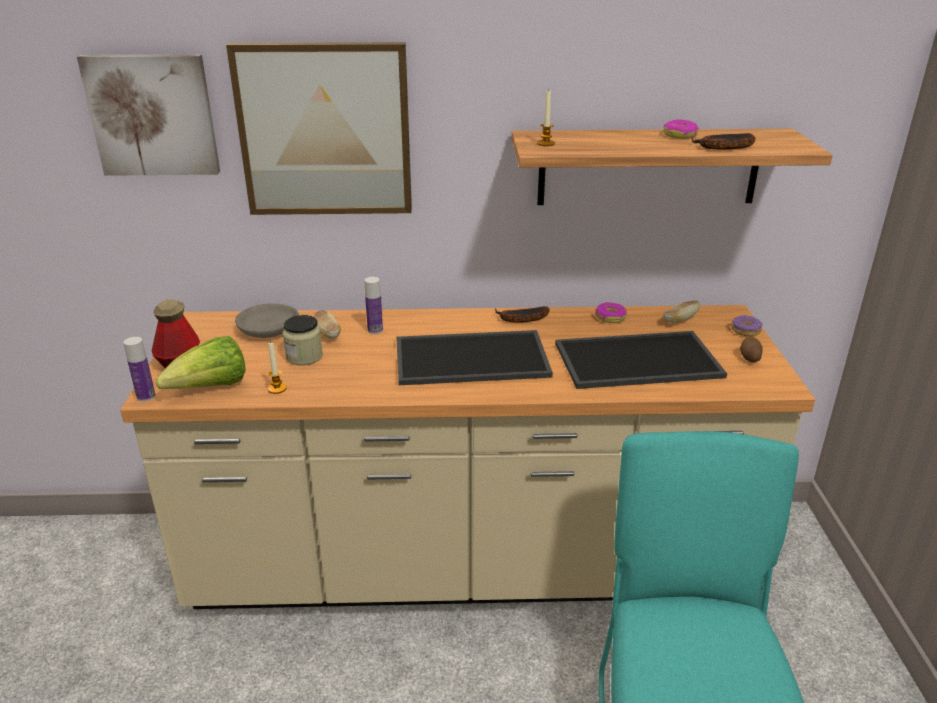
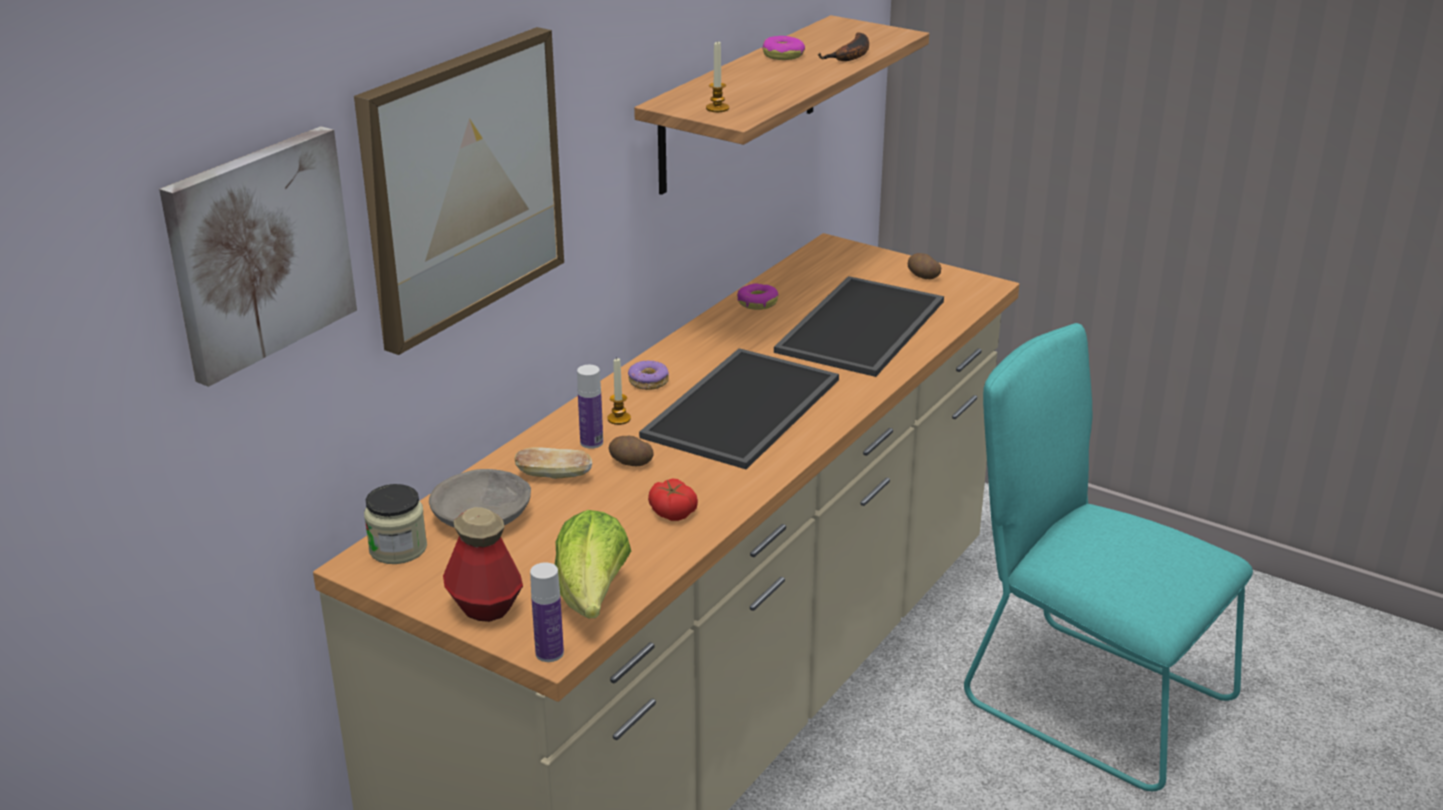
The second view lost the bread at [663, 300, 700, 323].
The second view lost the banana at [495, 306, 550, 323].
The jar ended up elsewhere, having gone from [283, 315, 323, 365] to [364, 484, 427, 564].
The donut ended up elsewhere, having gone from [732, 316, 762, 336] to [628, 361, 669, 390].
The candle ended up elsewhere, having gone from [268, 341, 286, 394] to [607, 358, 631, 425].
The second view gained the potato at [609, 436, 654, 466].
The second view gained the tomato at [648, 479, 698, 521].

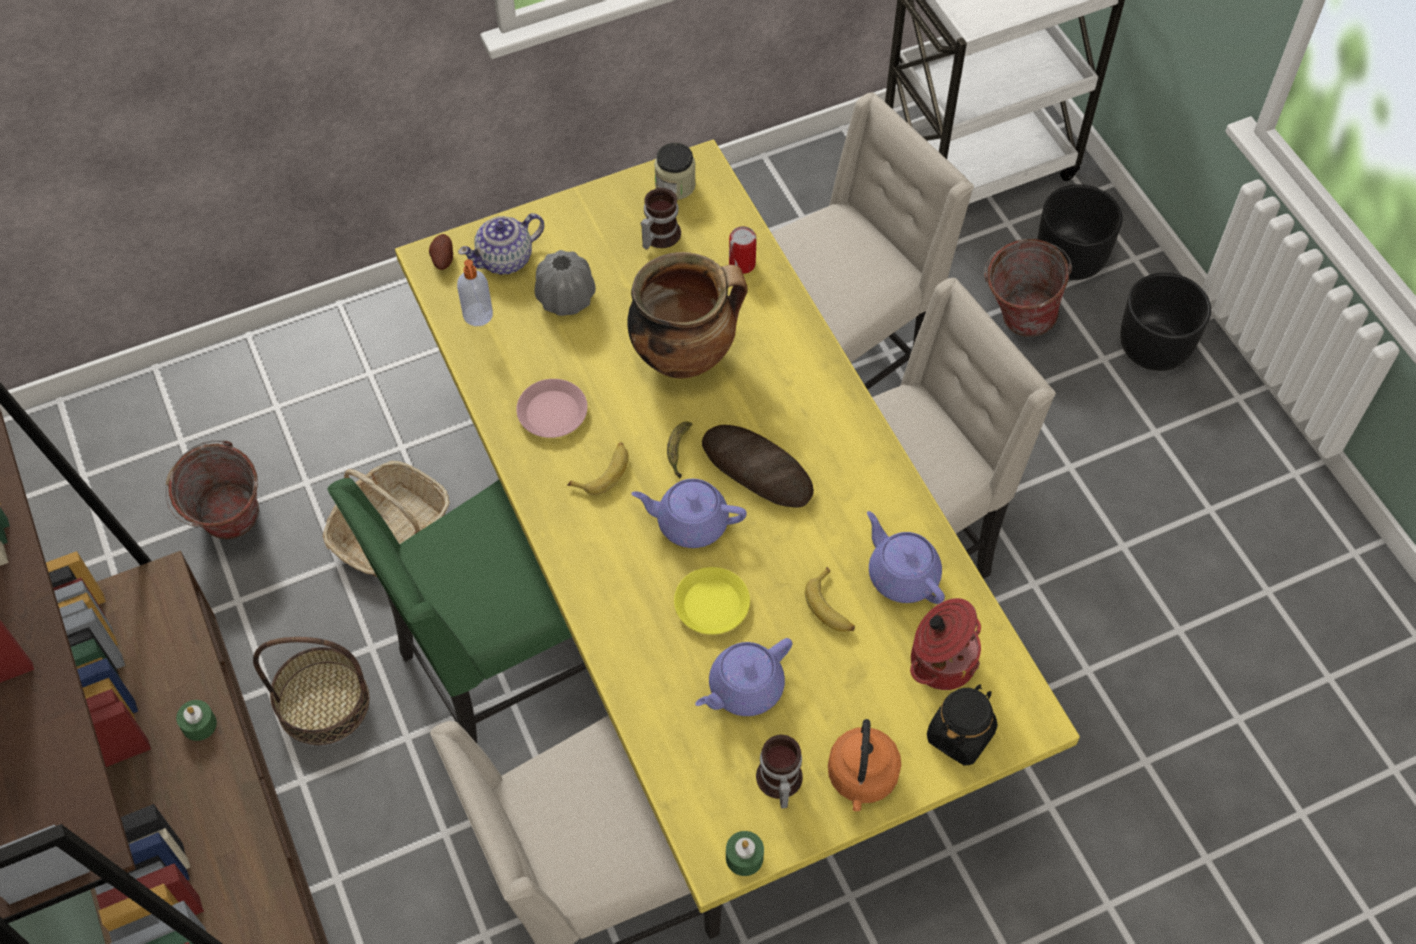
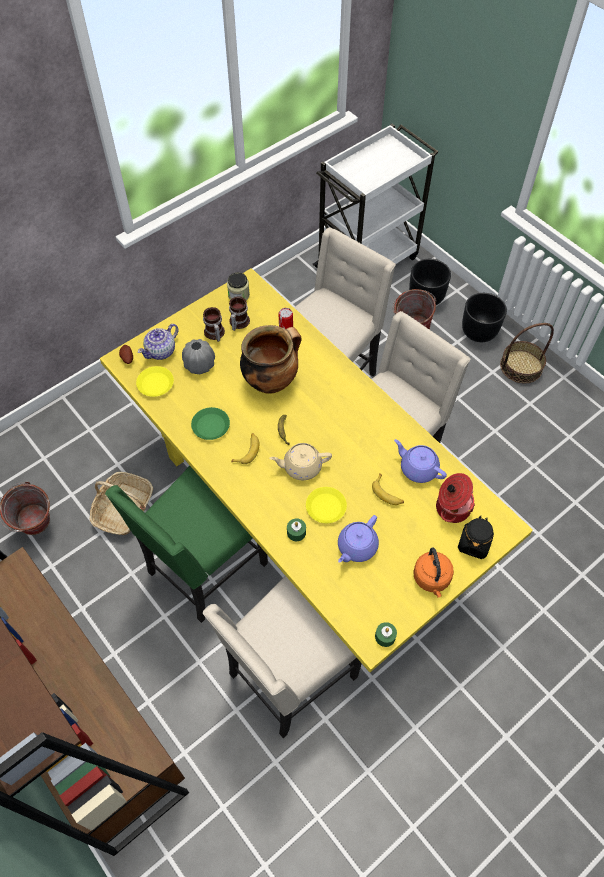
Where the soap dispenser stood at [457, 259, 493, 326], the yellow plate came to stand at [136, 366, 174, 397].
What was the pink plate at [516, 379, 588, 438] turned into the green plate at [191, 407, 230, 440].
The second view lost the bread at [702, 425, 814, 508].
What was the purple teapot at [631, 479, 747, 548] turned into the beige teapot at [269, 443, 332, 480].
The basket ended up elsewhere, having gone from [253, 637, 369, 745] to [500, 323, 554, 383].
The green candle ended up elsewhere, having gone from [176, 700, 217, 741] to [287, 518, 306, 541].
The mug ended up elsewhere, having gone from [756, 735, 803, 809] to [203, 307, 225, 342].

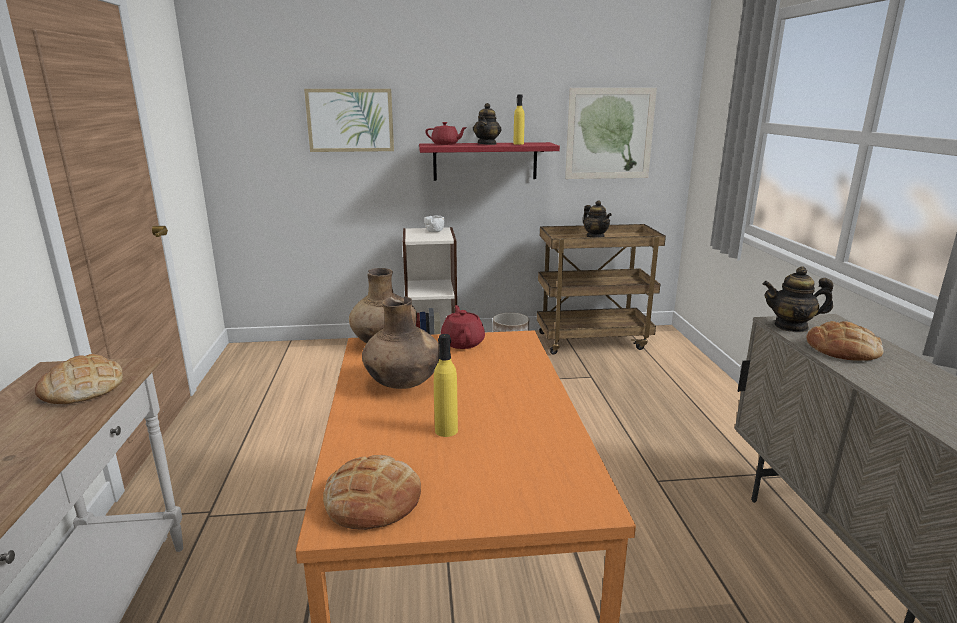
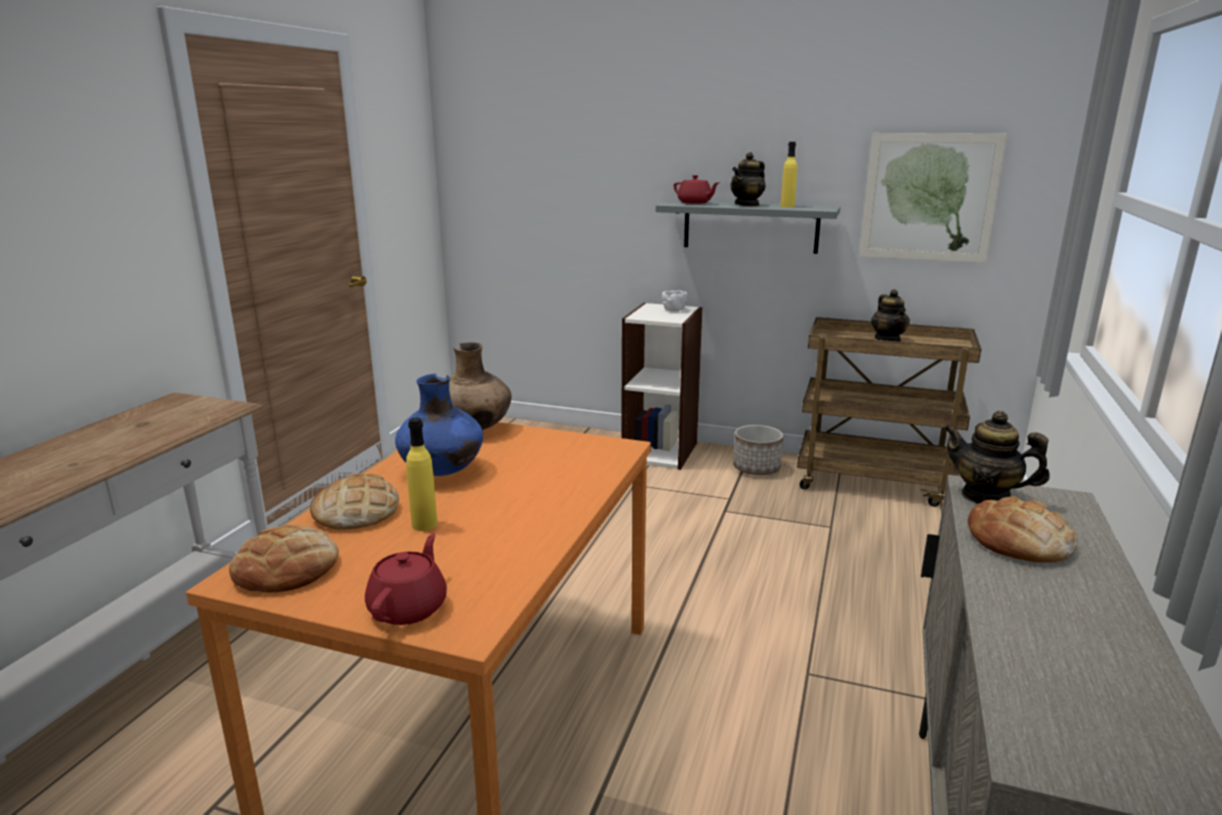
The second view lost the picture at [304, 89, 394, 152].
What was the red shelf at [419, 142, 560, 181] turned into the grey shelf at [656, 200, 841, 254].
What was the brown vase at [362, 296, 439, 389] turned into the blue vase at [395, 374, 483, 476].
The red teapot ended up elsewhere, having gone from [441, 305, 485, 349] to [365, 533, 447, 625].
The bread ended up elsewhere, having gone from [35, 354, 123, 404] to [310, 473, 399, 530].

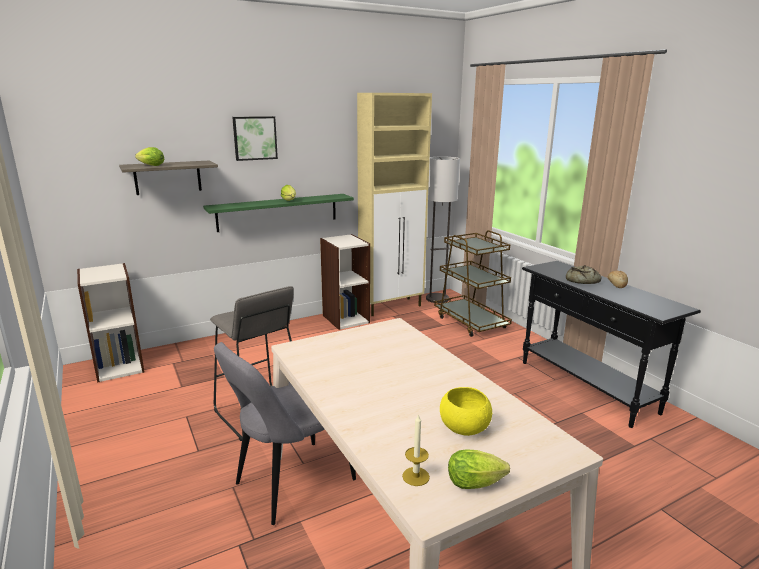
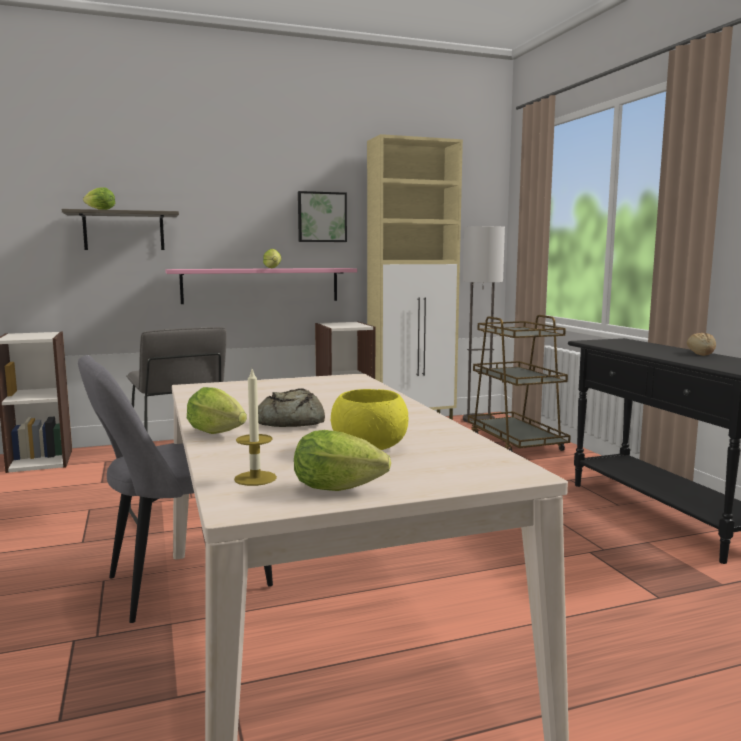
The picture ended up elsewhere, having gone from [232, 116, 278, 161] to [298, 191, 347, 242].
What was the green shelf at [203, 194, 354, 232] turned into the pink shelf at [165, 268, 357, 304].
The bread ended up elsewhere, having gone from [566, 265, 602, 284] to [258, 388, 325, 427].
The second view gained the lettuce at [187, 387, 247, 434].

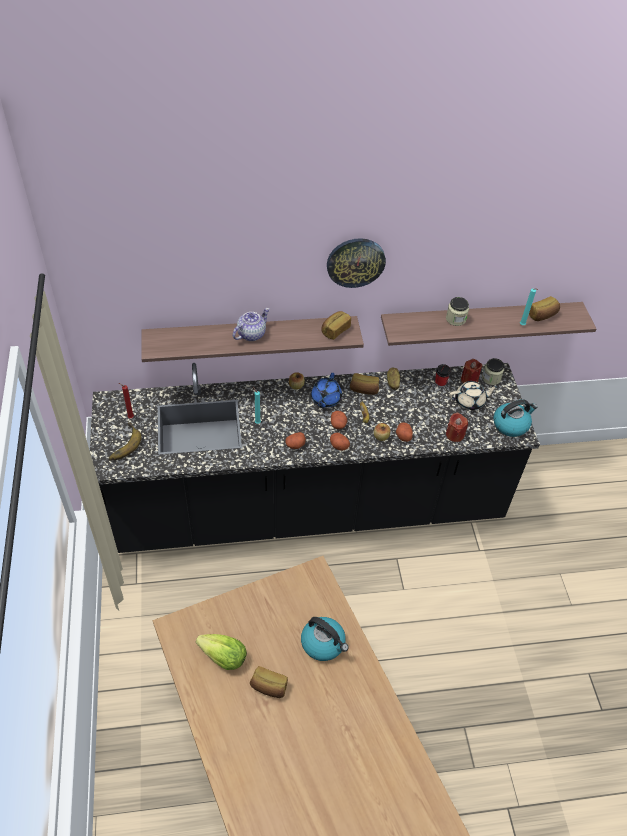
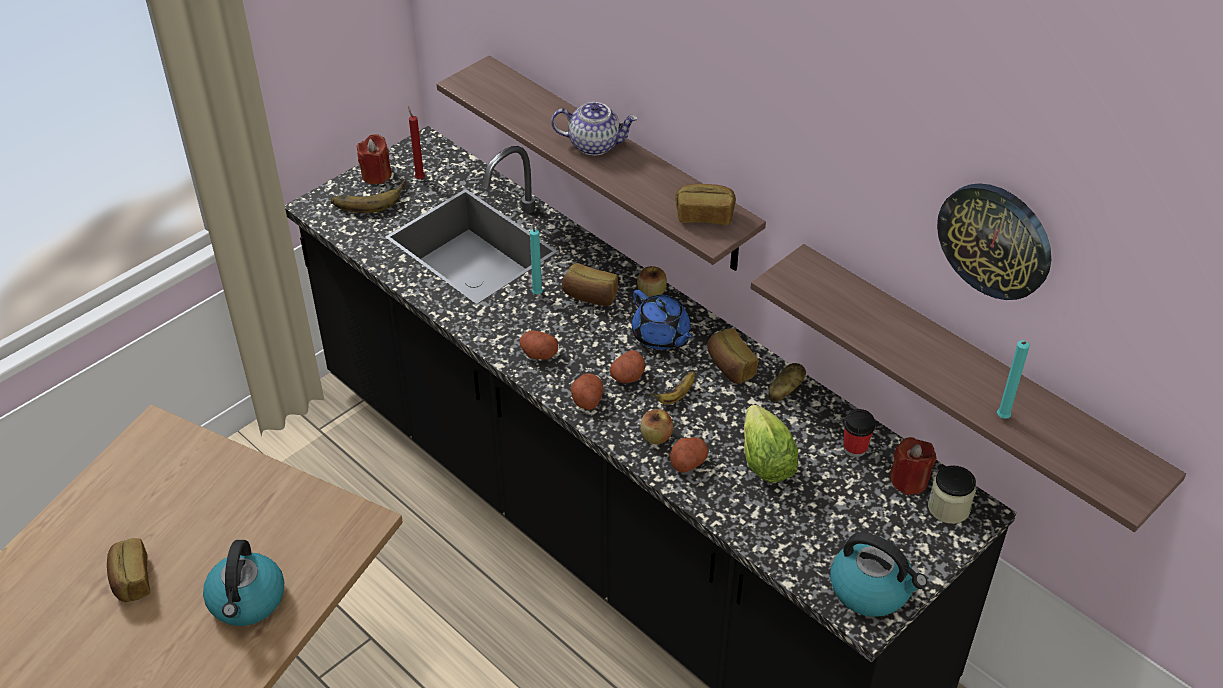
The wall clock ended up elsewhere, having gone from [327, 238, 386, 288] to [937, 183, 1051, 300].
The bread ended up elsewhere, having gone from [529, 296, 560, 321] to [562, 263, 618, 306].
The second view lost the jar at [446, 297, 469, 326].
The blue teapot at [311, 373, 342, 408] ended up facing another way, 105 degrees counterclockwise from before.
The second view lost the beige teapot at [449, 381, 498, 410].
The red candle ended up elsewhere, having gone from [446, 413, 468, 442] to [357, 134, 392, 184].
The lettuce ended up elsewhere, having gone from [196, 634, 247, 670] to [744, 405, 798, 483].

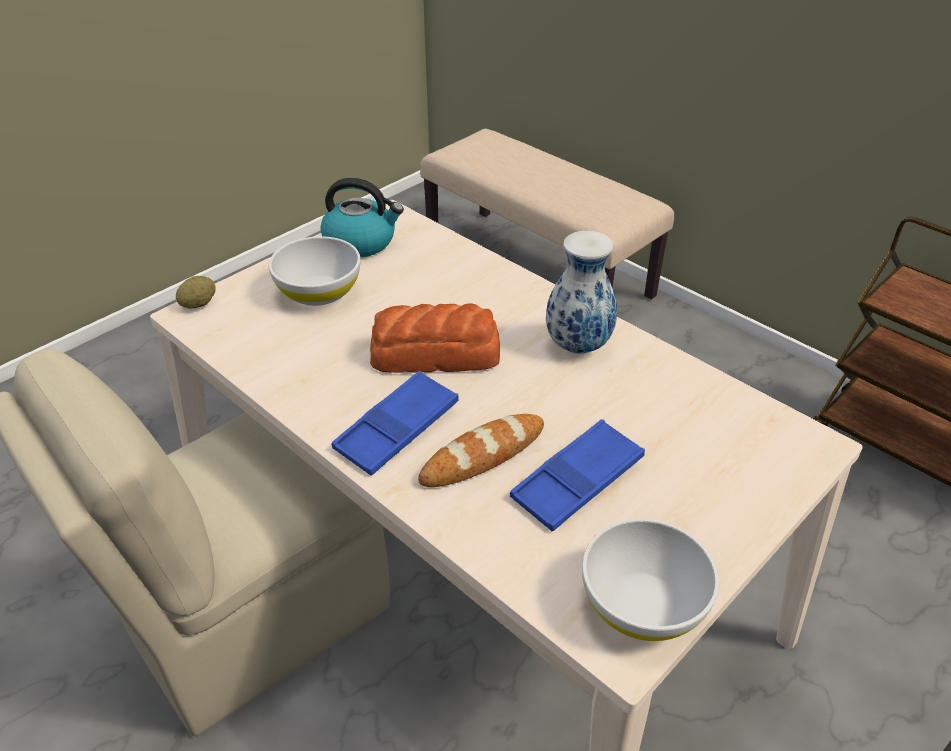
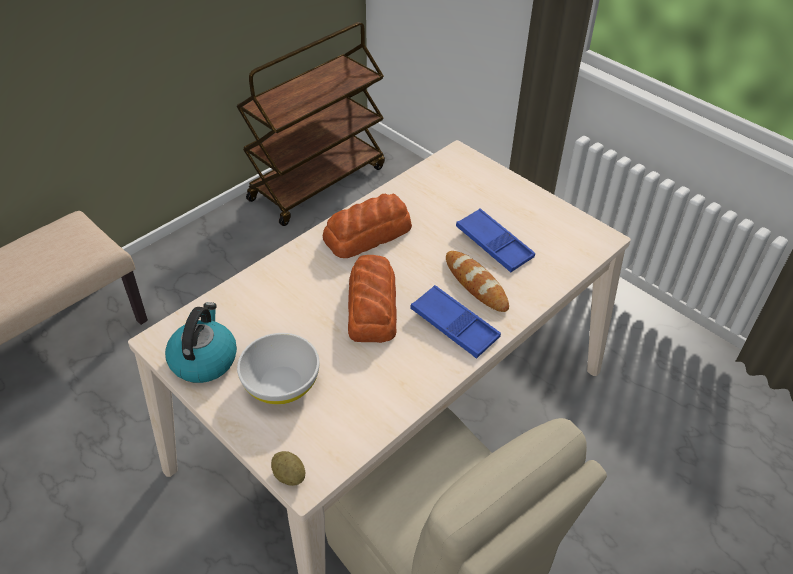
Where the vase stood at [546, 231, 617, 354], the bread came to stand at [323, 193, 412, 258].
The second view lost the white bowl at [582, 518, 719, 641].

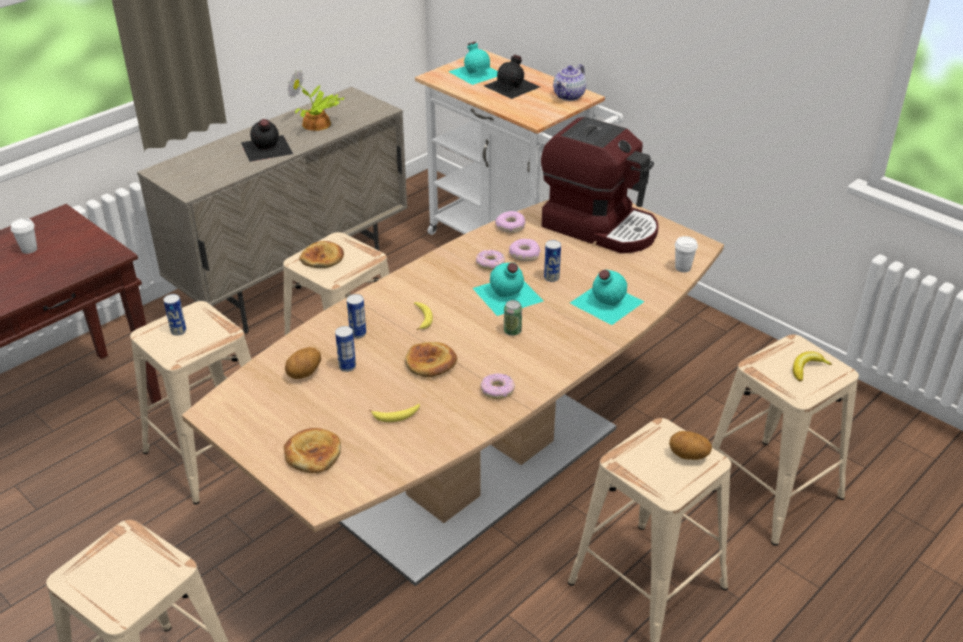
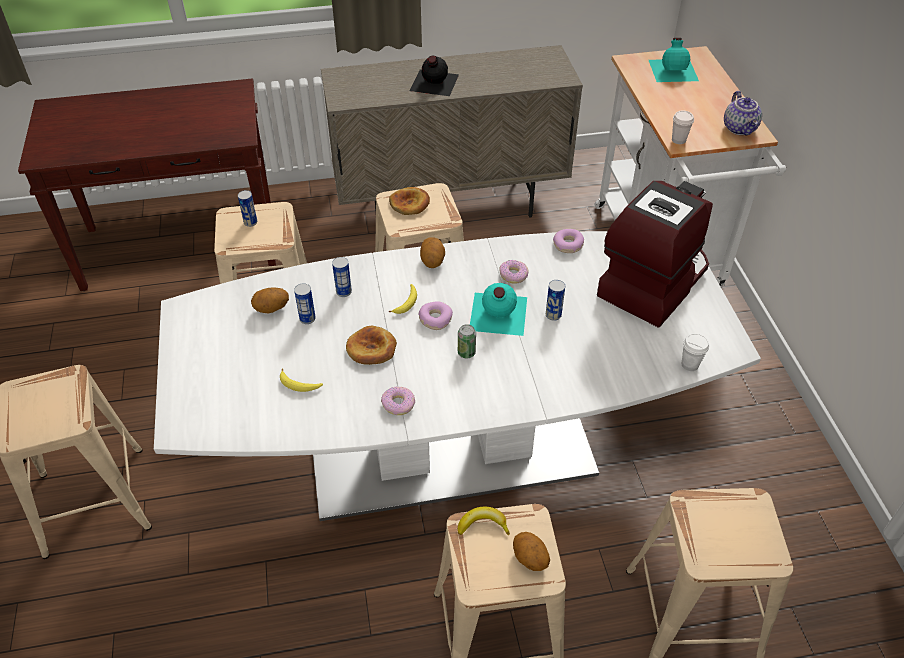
The second view lost the black bottle at [484, 54, 540, 99].
The teapot at [553, 64, 586, 101] ended up facing another way, 75 degrees counterclockwise from before.
The second view lost the potted plant at [287, 70, 344, 131].
The coffee machine at [541, 117, 659, 253] ended up facing another way, 120 degrees counterclockwise from before.
What was the brown dining table at [182, 200, 724, 586] turned into the white dining table at [154, 231, 761, 521].
The white cup ended up elsewhere, having gone from [11, 218, 37, 254] to [672, 111, 694, 144].
The donut ended up elsewhere, having gone from [509, 239, 540, 261] to [418, 301, 453, 330].
The second view lost the turquoise bottle at [570, 270, 644, 325].
The banana ended up elsewhere, having gone from [793, 351, 832, 382] to [458, 506, 510, 535].
The second view lost the bread at [284, 428, 341, 473].
The second view gained the potato at [420, 237, 445, 268].

